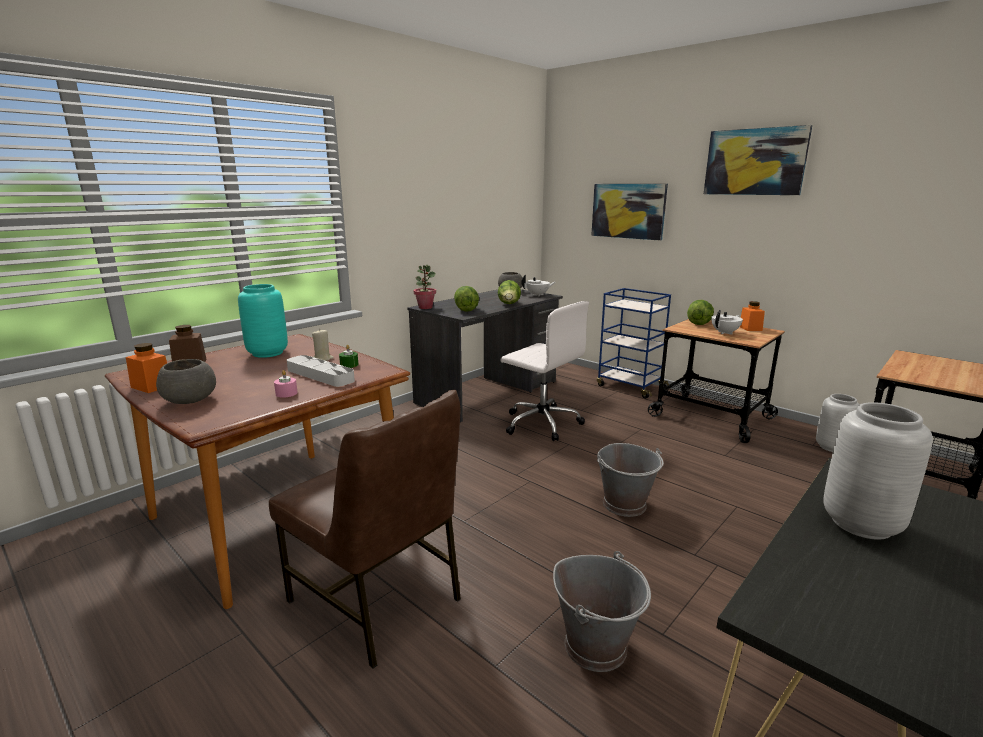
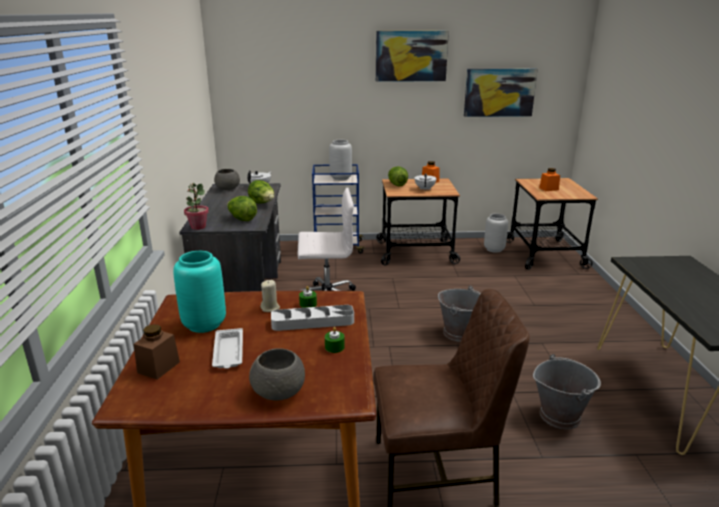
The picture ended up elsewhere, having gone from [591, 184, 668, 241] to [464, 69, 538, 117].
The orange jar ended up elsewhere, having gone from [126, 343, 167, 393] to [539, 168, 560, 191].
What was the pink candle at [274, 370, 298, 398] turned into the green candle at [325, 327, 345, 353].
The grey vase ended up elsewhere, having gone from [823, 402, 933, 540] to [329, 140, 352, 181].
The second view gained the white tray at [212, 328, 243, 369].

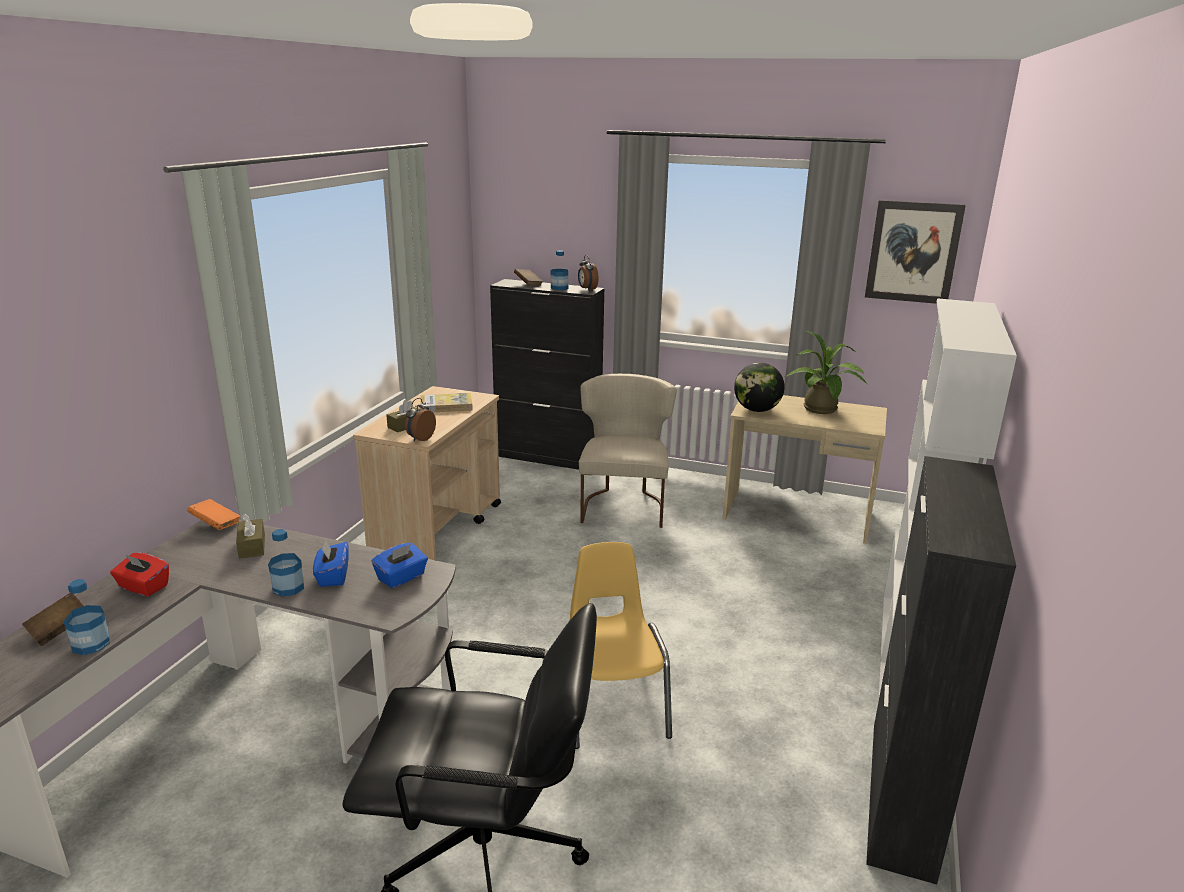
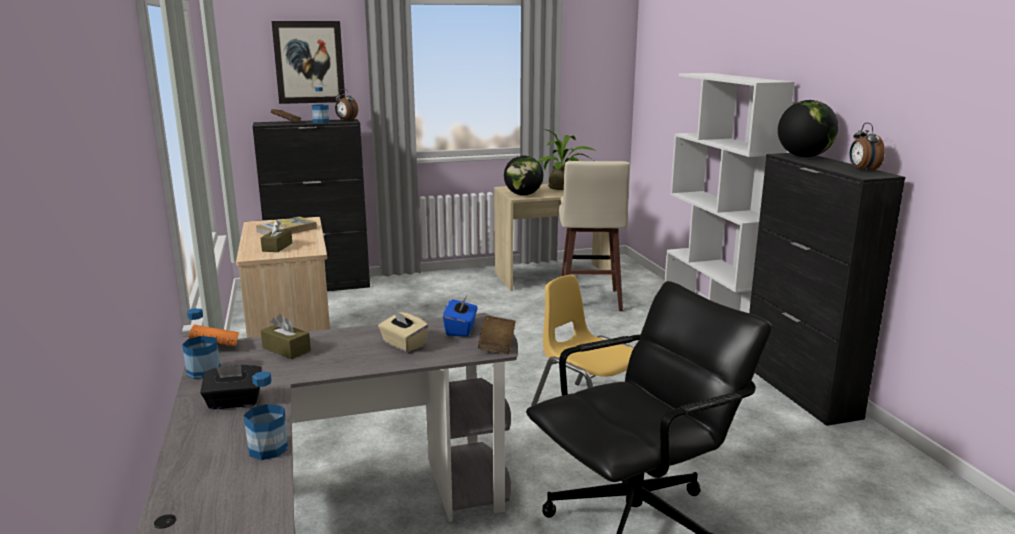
The picture ended up elsewhere, having gone from [865, 200, 966, 304] to [272, 21, 345, 104].
The second view lost the beige chair at [579, 374, 677, 528].
The alarm clock ended up elsewhere, having gone from [405, 398, 436, 441] to [849, 123, 885, 172].
The bottle ended up elsewhere, having gone from [268, 529, 304, 597] to [182, 308, 221, 379].
What was the blue tissue box at [313, 540, 349, 587] turned into the beige tissue box at [378, 310, 429, 352].
What was the red tissue box at [110, 553, 169, 597] turned into the black tissue box at [200, 365, 263, 409].
The brown book ended up elsewhere, having gone from [22, 593, 84, 646] to [478, 316, 516, 354].
The second view gained the globe at [778, 100, 838, 157].
The second view gained the beige stool at [559, 161, 630, 311].

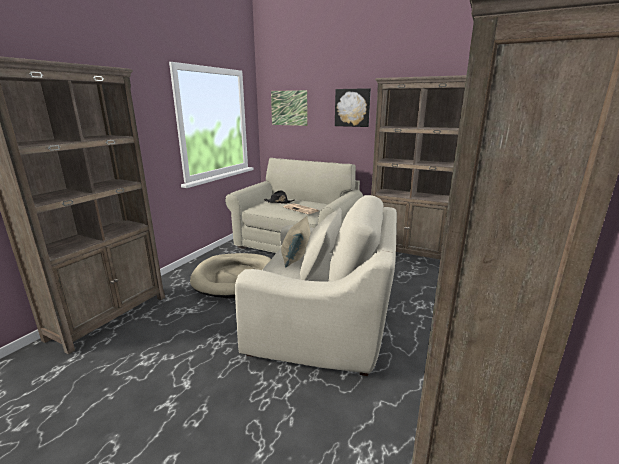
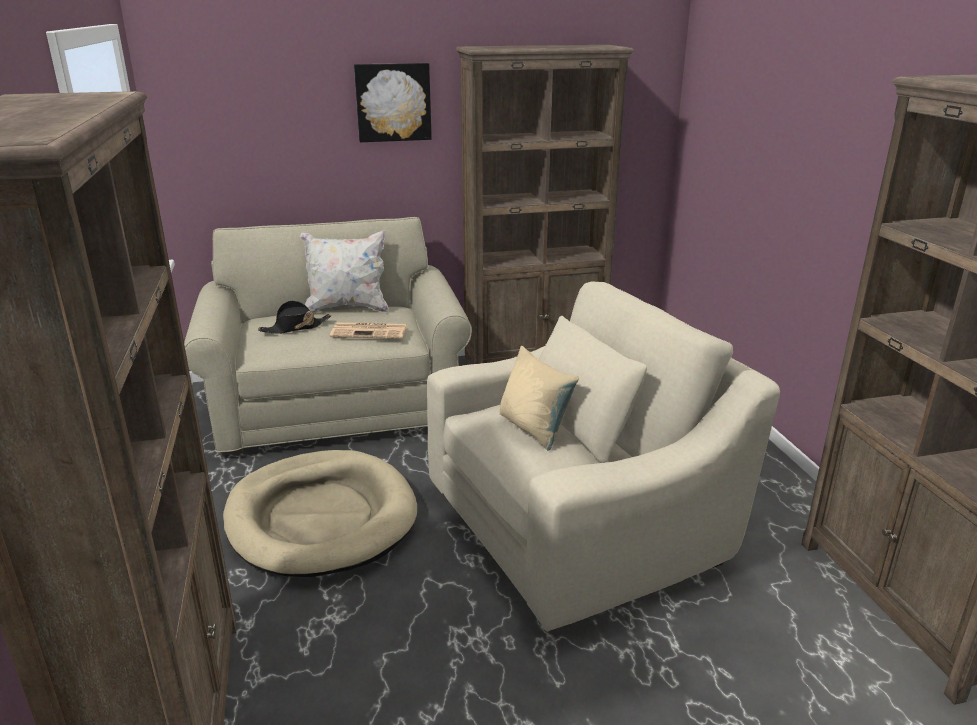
The second view lost the picture at [271, 90, 307, 126].
The second view gained the white pillow at [300, 230, 389, 313].

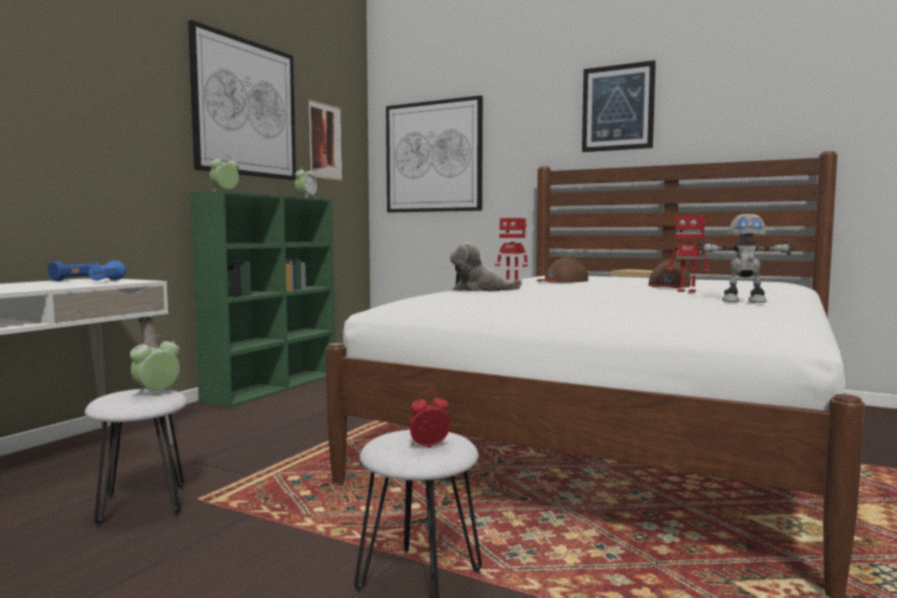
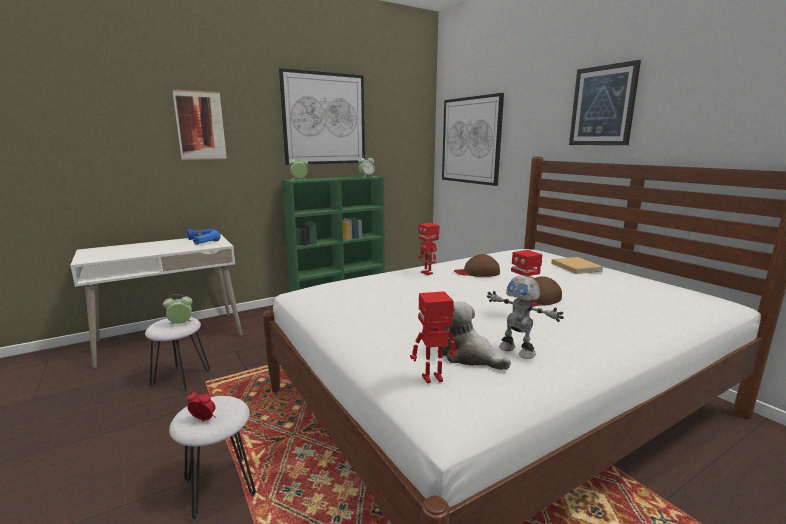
The picture ended up elsewhere, having gone from [308, 99, 342, 181] to [172, 89, 227, 160].
The plush toy ended up elsewhere, having gone from [450, 242, 522, 291] to [437, 301, 511, 370].
The second view gained the toy robot at [410, 291, 456, 383].

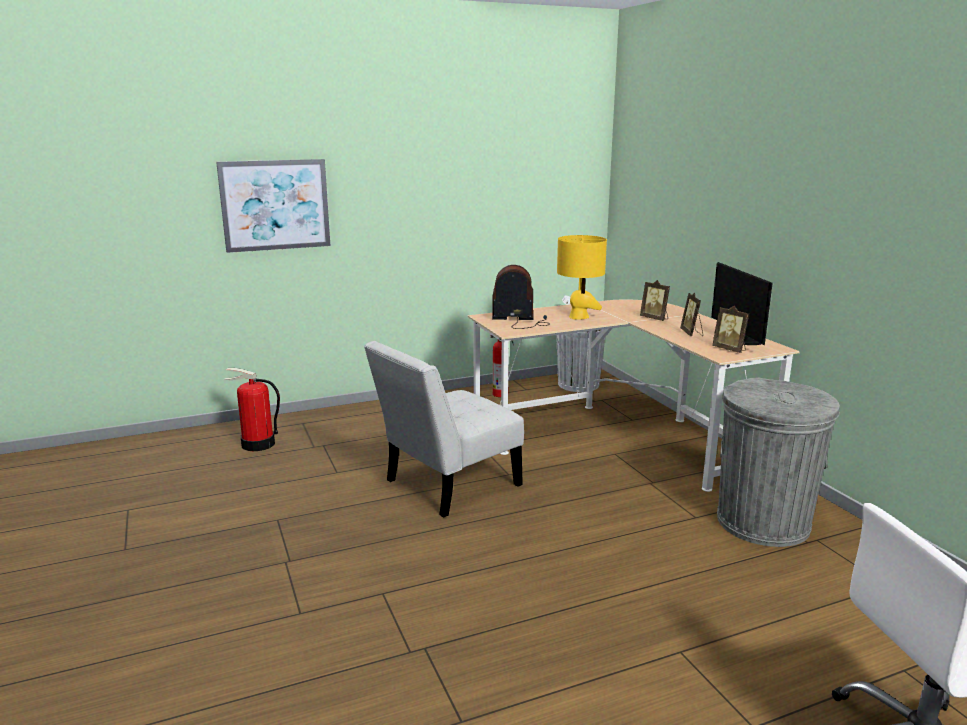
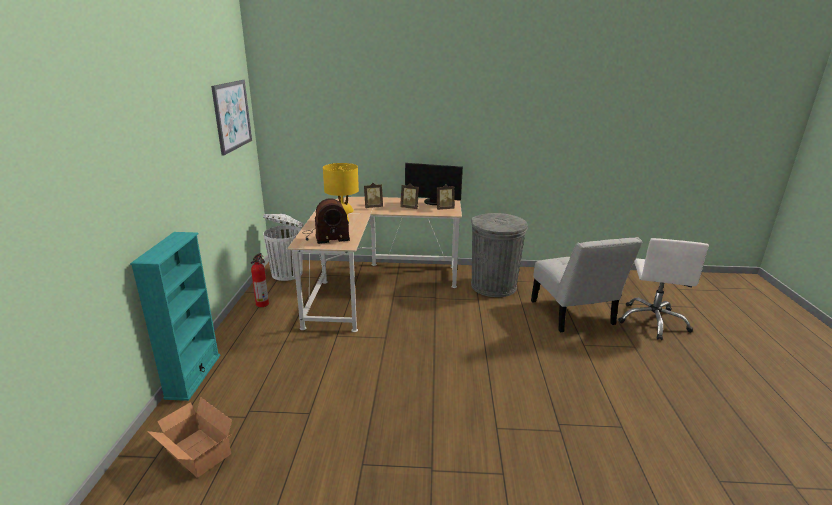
The picture ended up elsewhere, having gone from [216, 159, 330, 253] to [211, 80, 252, 155].
The radio at [492, 265, 550, 329] ended up facing another way, 135 degrees counterclockwise from before.
The white chair ended up elsewhere, having gone from [364, 341, 524, 518] to [531, 237, 642, 332].
Where the fire extinguisher stood at [224, 368, 280, 451], the cardboard box came to stand at [147, 397, 232, 478].
The second view gained the turquoise bookcase at [130, 232, 220, 401].

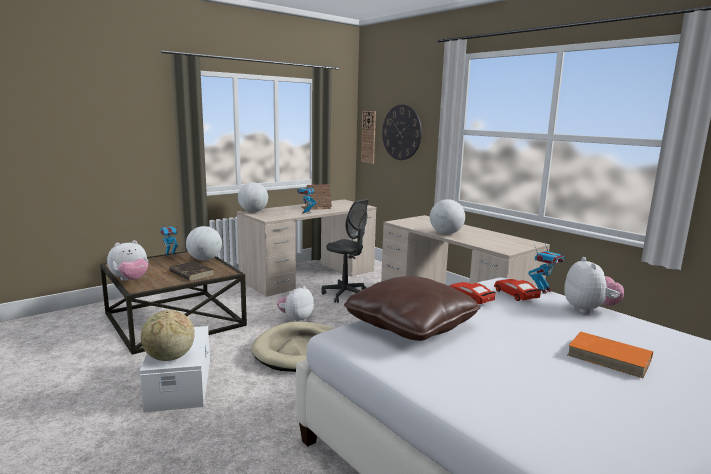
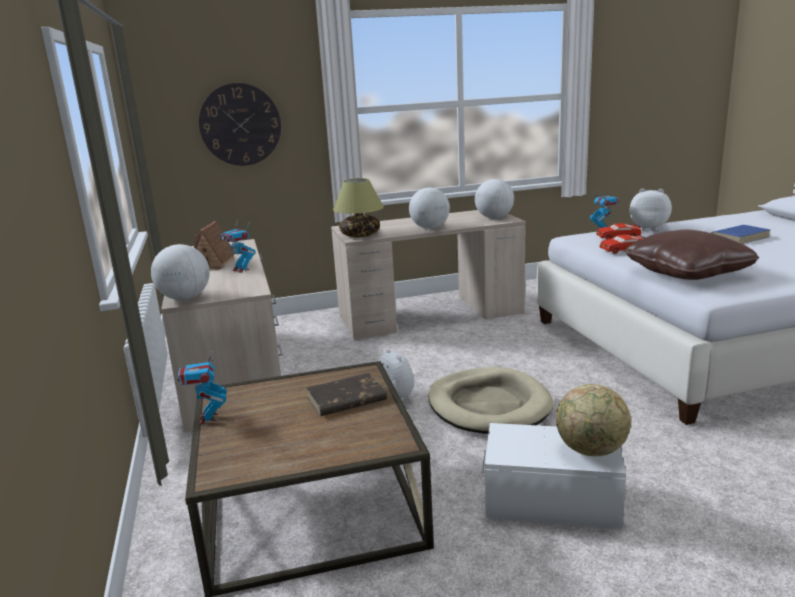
The second view lost the wall clock at [361, 111, 376, 164].
The second view lost the grey office chair at [321, 199, 369, 303].
The globe ended up elsewhere, having gone from [186, 226, 222, 261] to [475, 179, 514, 219].
The second view lost the plush toy at [107, 240, 148, 281].
What was the orange book at [567, 332, 653, 378] turned into the blue book at [711, 225, 770, 244].
The second view gained the table lamp at [333, 178, 384, 237].

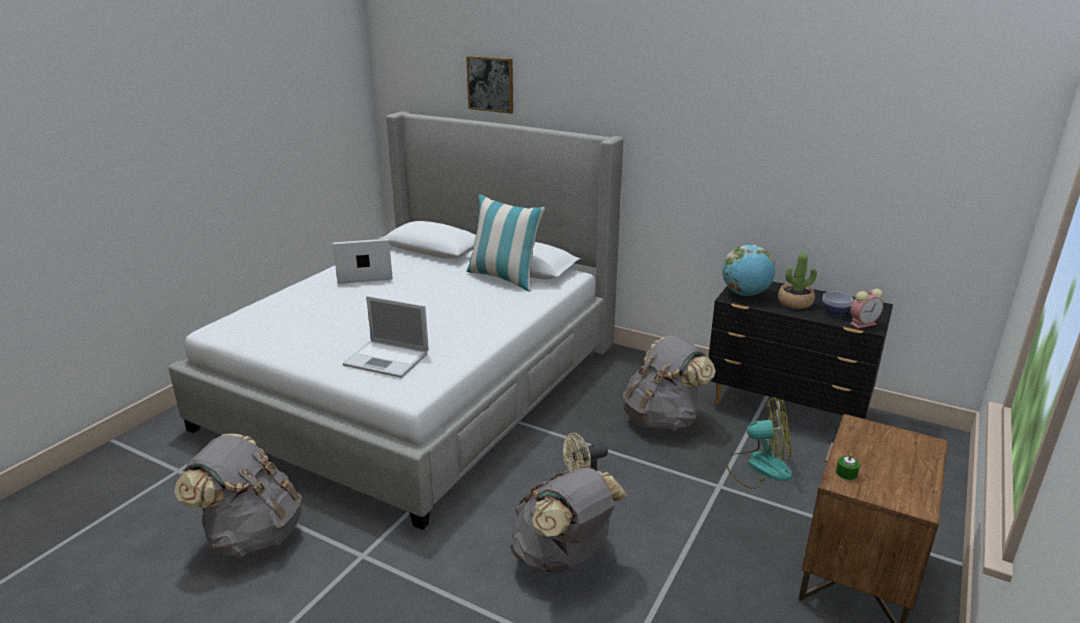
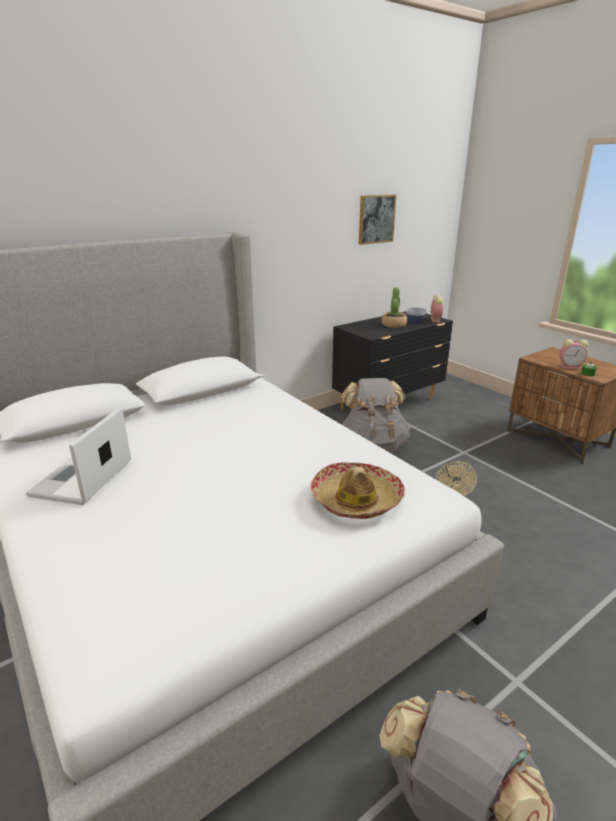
The picture ended up elsewhere, having gone from [466, 56, 513, 114] to [359, 194, 397, 245].
The second view lost the pillow at [466, 194, 545, 291].
The second view lost the globe at [722, 245, 775, 296].
Where the laptop stood at [343, 296, 429, 378], the hat came to stand at [311, 462, 405, 519].
The second view lost the fan at [725, 398, 792, 489].
The second view lost the grey backpack at [510, 468, 628, 573].
The second view gained the alarm clock at [559, 339, 589, 369].

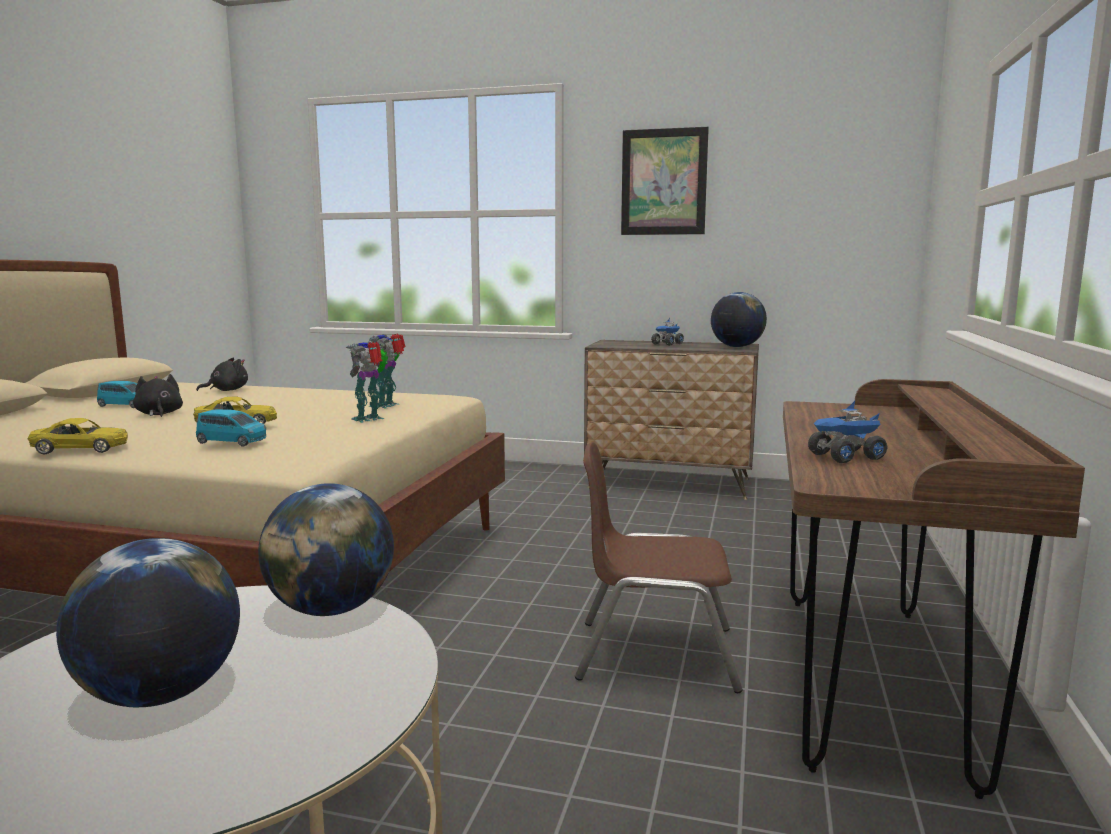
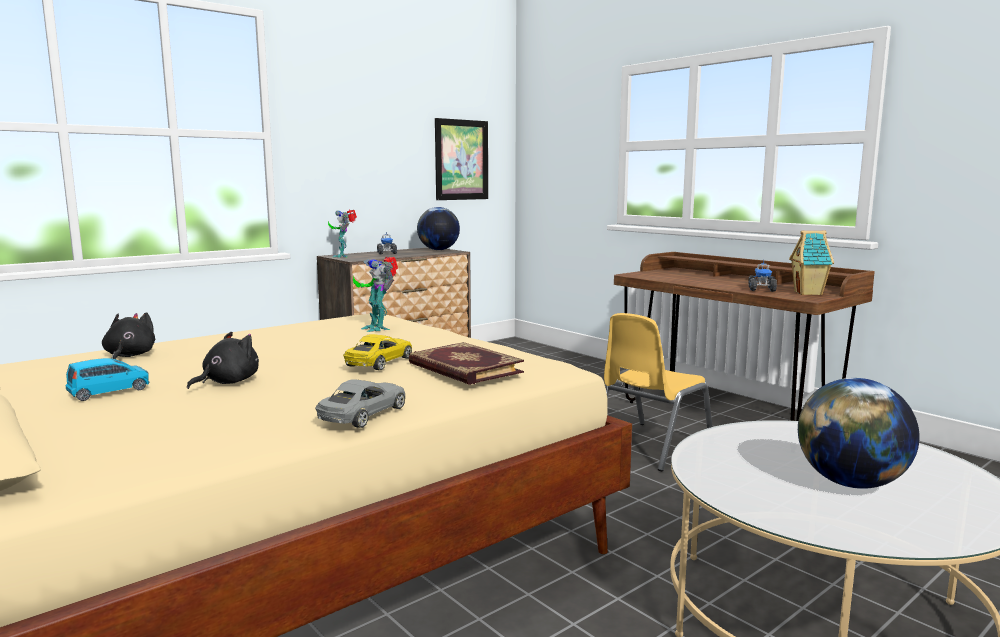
The picture ended up elsewhere, having gone from [621, 127, 709, 235] to [435, 118, 488, 200].
The toy robot ended up elsewhere, having gone from [346, 341, 388, 423] to [328, 209, 357, 258].
The black plush toy at [133, 374, 183, 417] ended up facing another way, 120 degrees clockwise from before.
Where the blue toy car stood at [196, 409, 266, 447], the book came to stand at [409, 342, 524, 385].
What was the yellow toy car at [27, 418, 128, 455] turned into the grey toy car at [315, 379, 405, 428].
What was the brown chair at [575, 442, 743, 693] turned into the yellow chair at [604, 313, 713, 471].
The second view lost the globe at [258, 483, 394, 616].
The second view gained the toy house at [789, 231, 834, 295].

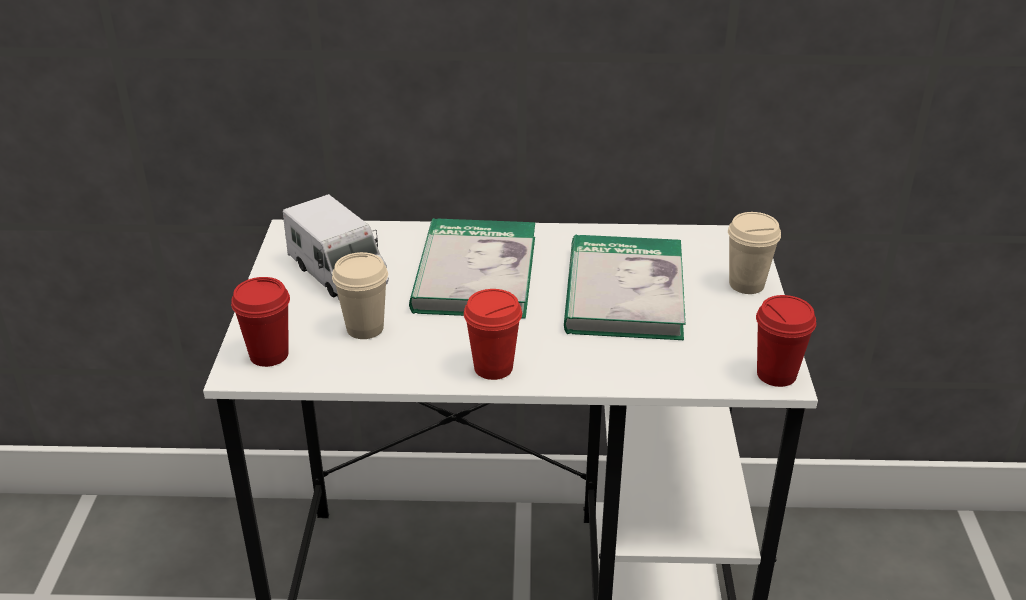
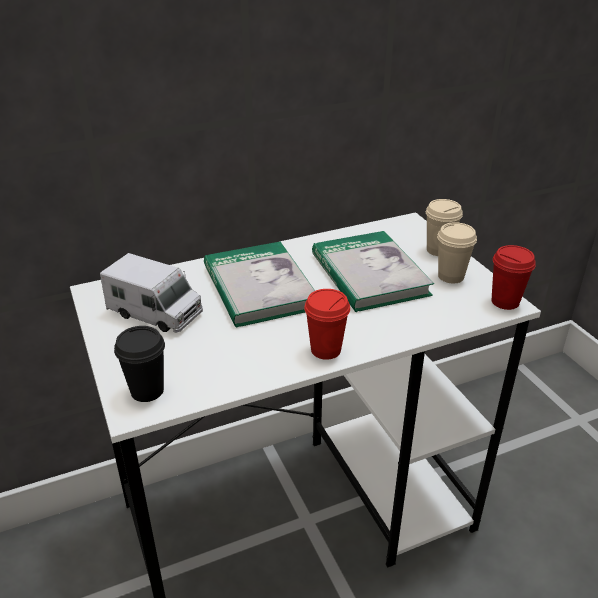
The beige cup ended up elsewhere, having gone from [332, 252, 388, 339] to [437, 222, 477, 283].
What was the red cup at [231, 277, 290, 367] turned into the black cup at [114, 326, 165, 402].

